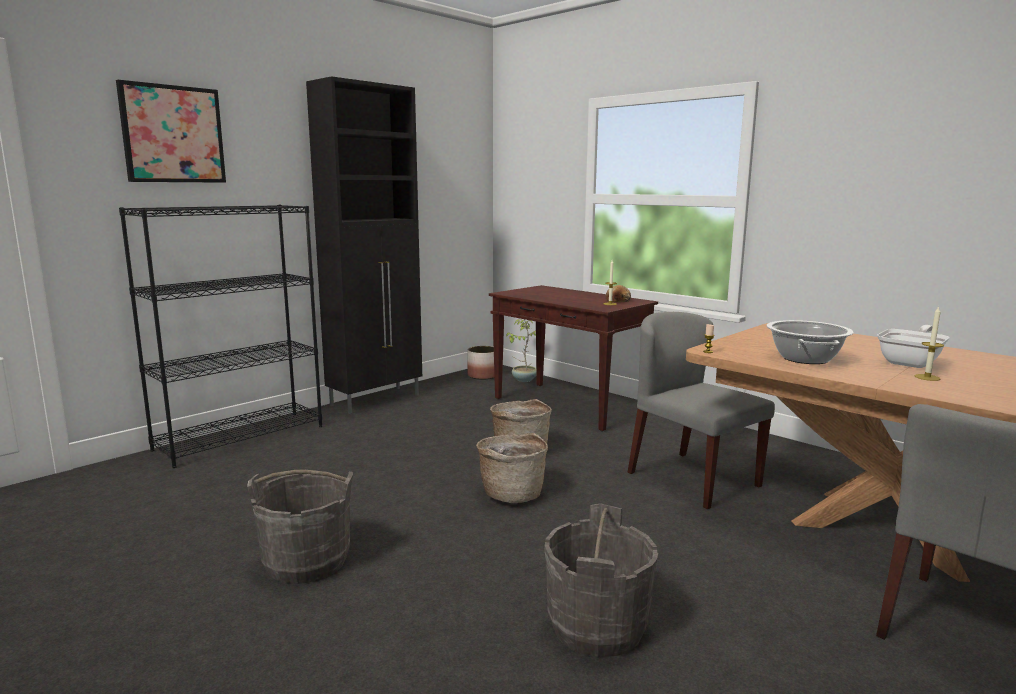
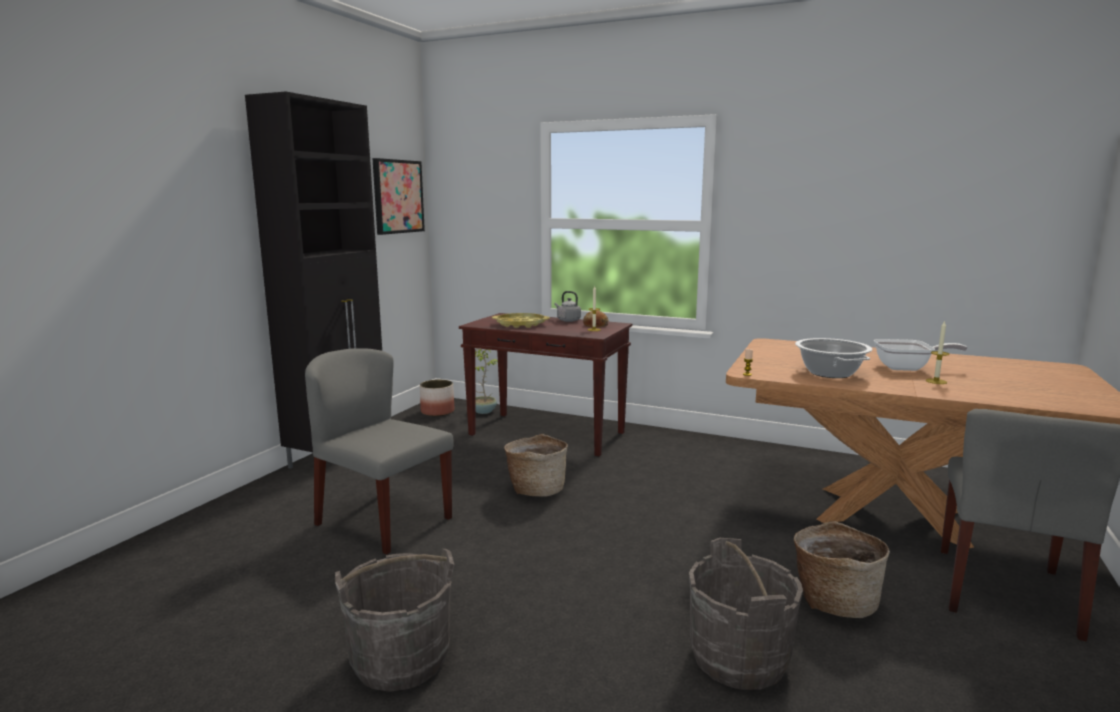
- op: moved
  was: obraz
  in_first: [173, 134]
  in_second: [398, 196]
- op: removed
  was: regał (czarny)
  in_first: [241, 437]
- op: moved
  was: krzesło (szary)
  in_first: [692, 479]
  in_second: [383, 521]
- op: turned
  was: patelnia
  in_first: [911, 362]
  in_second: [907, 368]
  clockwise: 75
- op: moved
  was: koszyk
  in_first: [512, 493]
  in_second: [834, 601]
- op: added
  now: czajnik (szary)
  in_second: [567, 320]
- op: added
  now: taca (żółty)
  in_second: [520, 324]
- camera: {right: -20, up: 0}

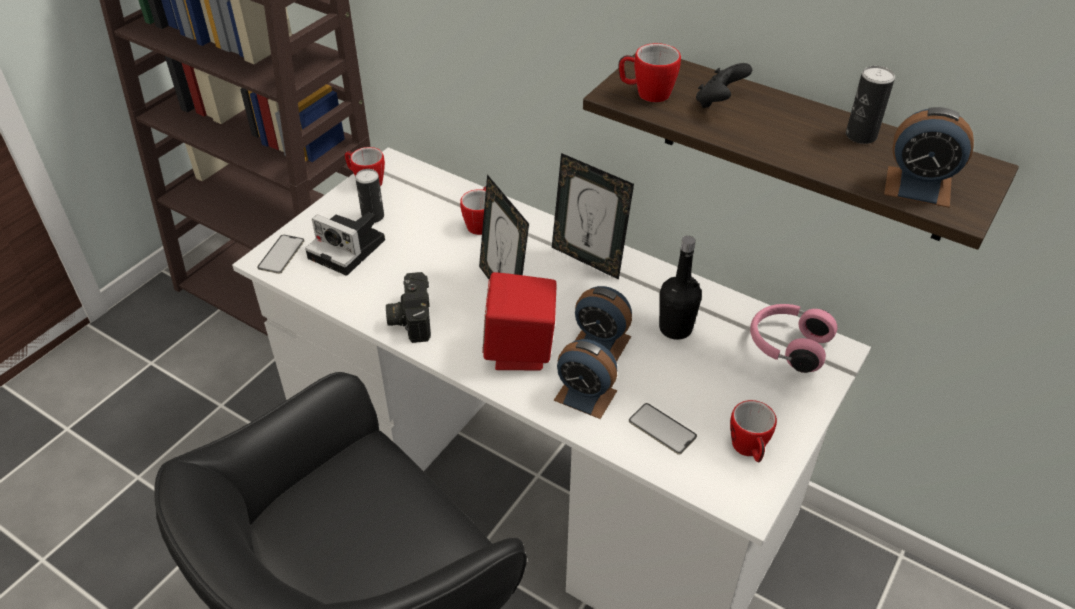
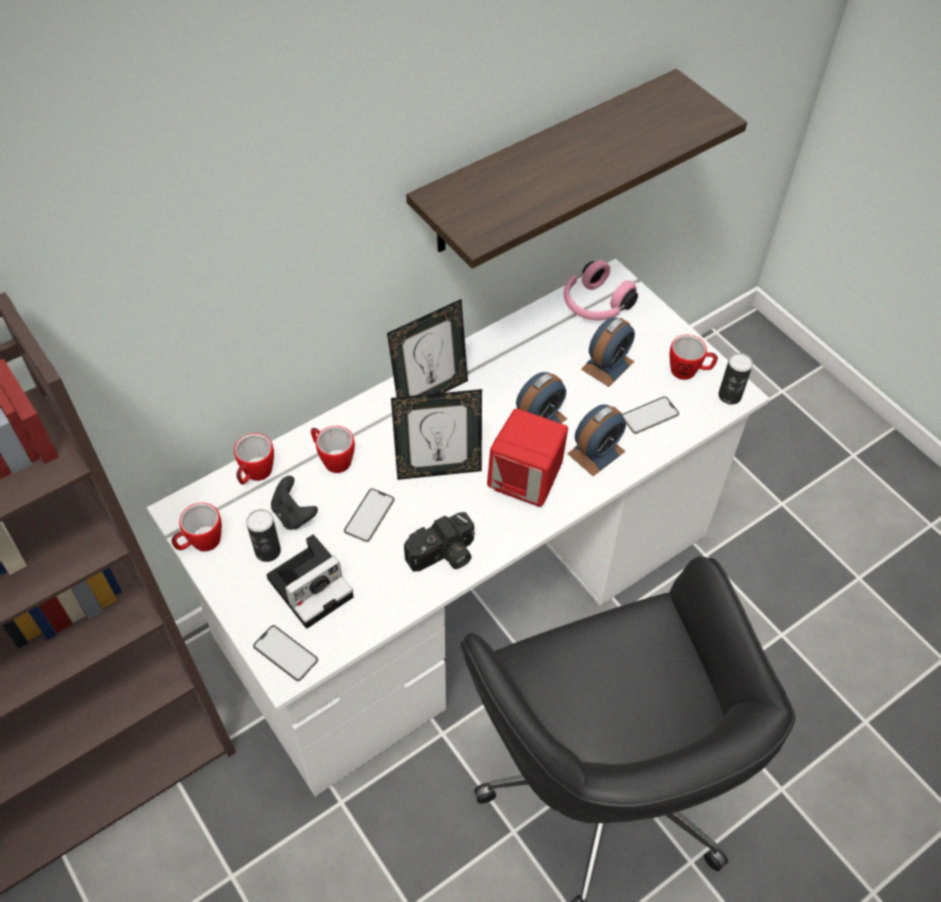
- op: moved
  was: kubek
  in_first: [646, 94]
  in_second: [255, 474]
- op: moved
  was: pad do gier (czarny)
  in_first: [719, 102]
  in_second: [293, 514]
- op: moved
  was: puszka
  in_first: [861, 135]
  in_second: [729, 395]
- op: moved
  was: budzik
  in_first: [918, 186]
  in_second: [607, 365]
- op: removed
  was: butelka (czarny)
  in_first: [675, 328]
- op: turned
  was: aparat fotograficzny
  in_first: [410, 318]
  in_second: [443, 556]
  clockwise: -45
- op: added
  now: telefon
  in_second: [369, 515]
- camera: {right: -70, up: 10}

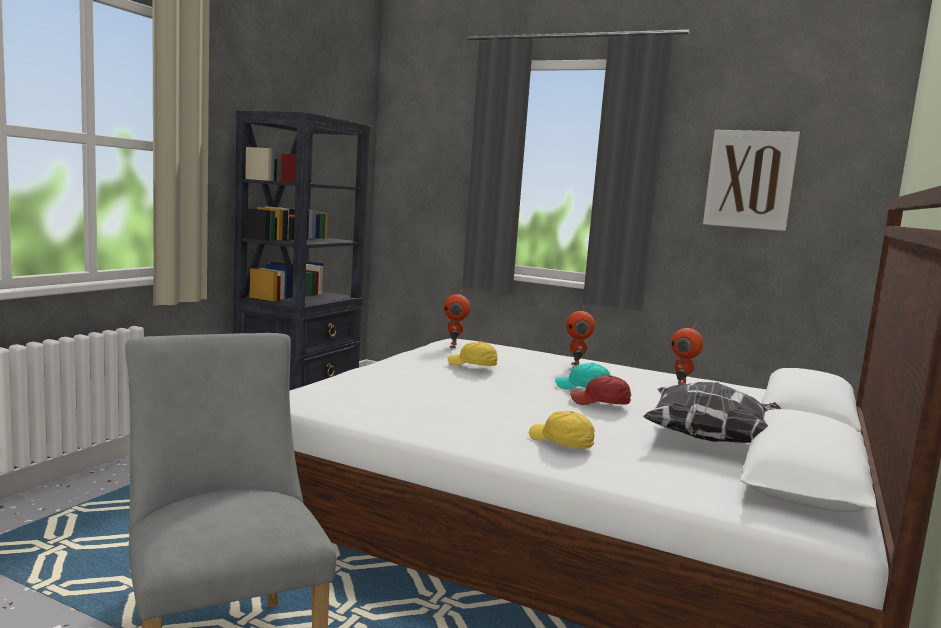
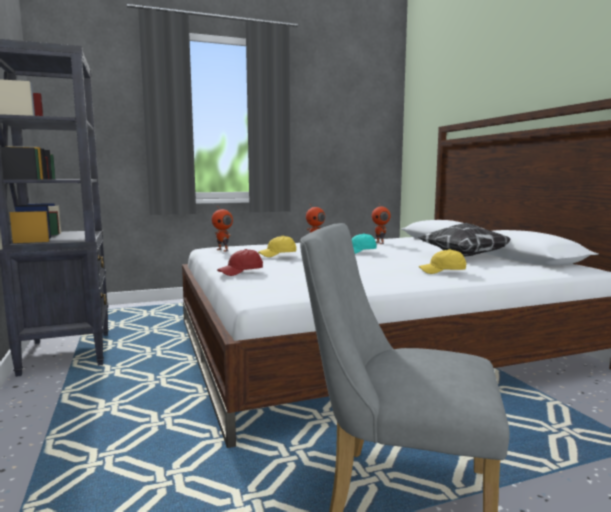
- op: removed
  was: obraz
  in_first: [750, 179]
- op: moved
  was: czapka z daszkiem (czerwony)
  in_first: [600, 403]
  in_second: [241, 272]
- camera: {right: -45, up: 0}

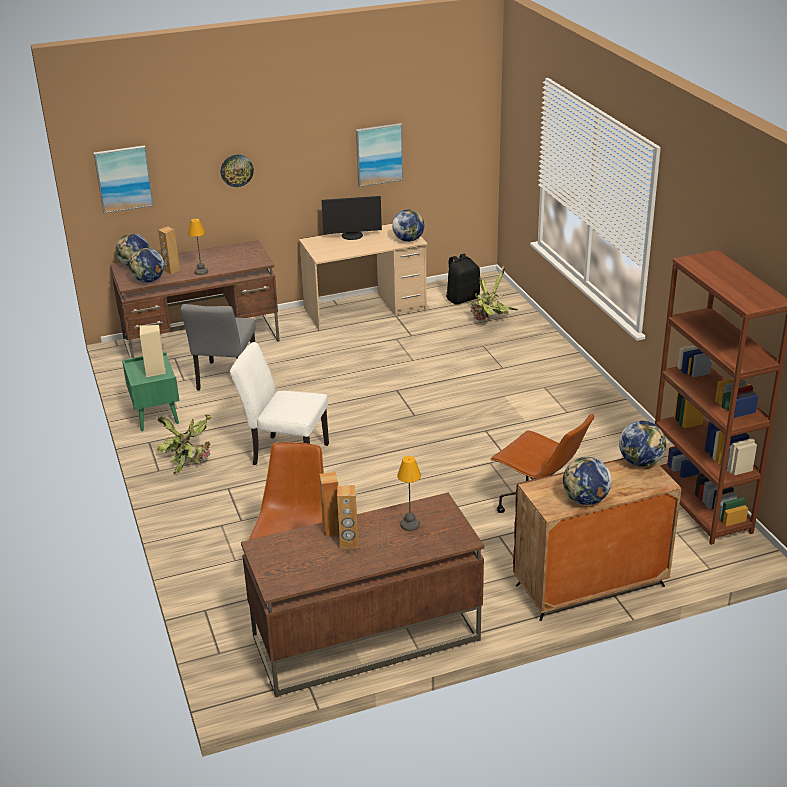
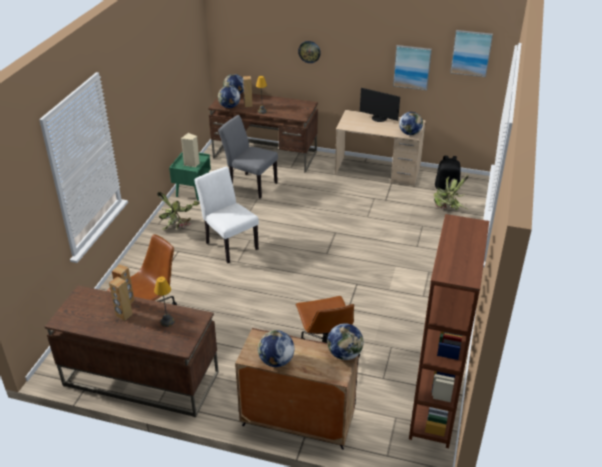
- op: moved
  was: obraz
  in_first: [123, 179]
  in_second: [471, 53]
- op: turned
  was: krzesło (szary)
  in_first: [225, 380]
  in_second: [250, 184]
  clockwise: 75
- camera: {right: 35, up: 5}

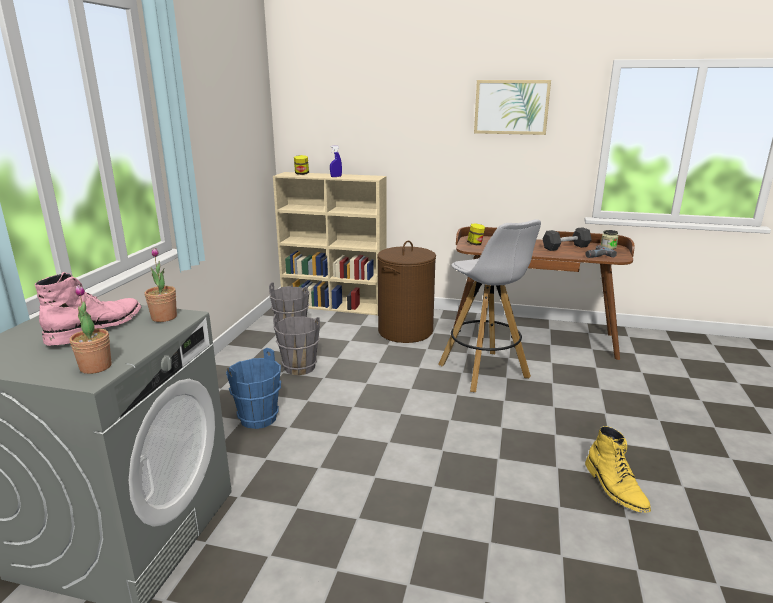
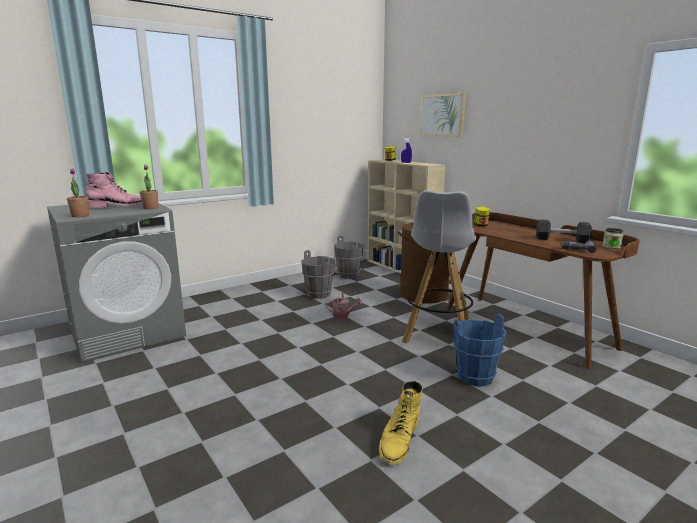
- op: moved
  was: obraz
  in_first: [511, 107]
  in_second: [442, 115]
- op: moved
  was: wiadro (niebieski)
  in_first: [259, 418]
  in_second: [475, 377]
- op: added
  now: konewka
  in_second: [343, 315]
- camera: {right: 40, up: -5}

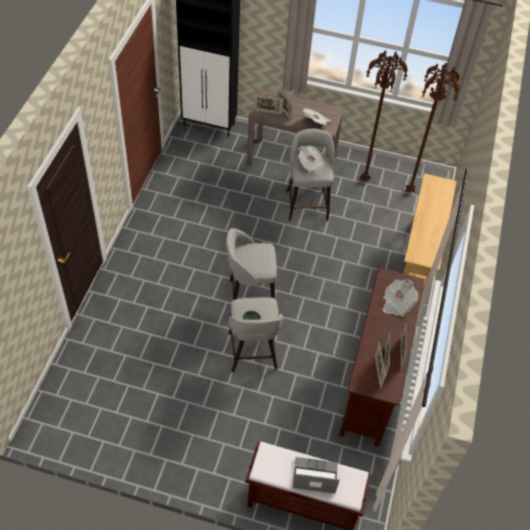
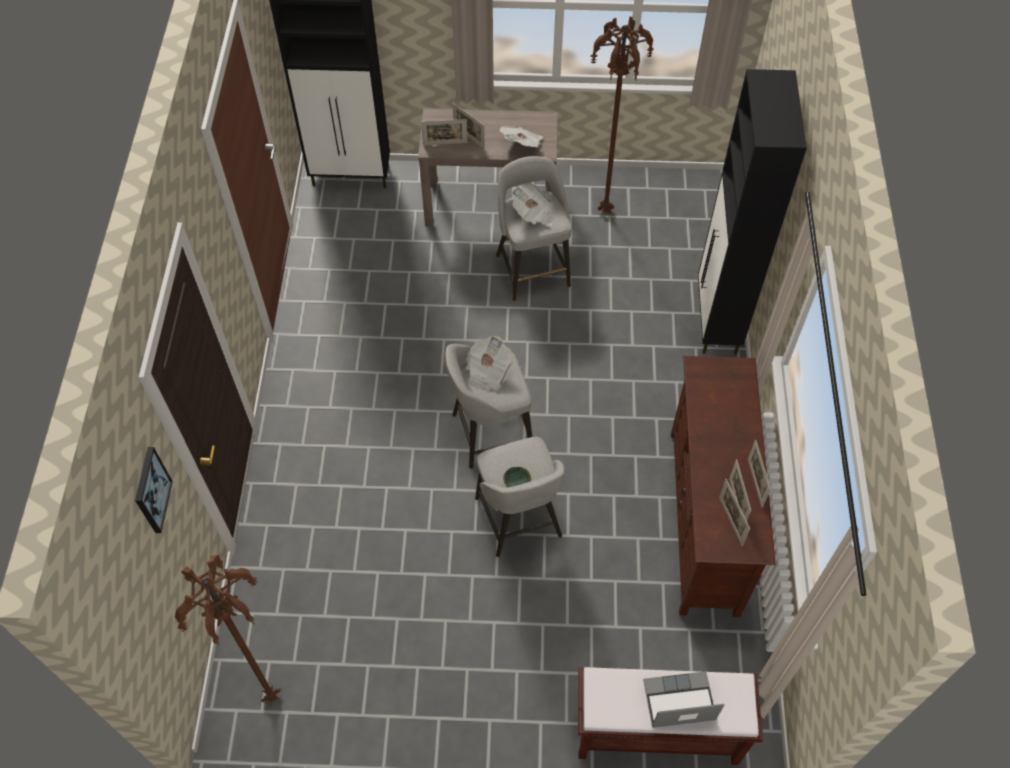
- op: moved
  was: lampa stojąca (brązowy)
  in_first: [410, 191]
  in_second: [274, 696]
- op: replaced
  was: stolik konsolowy (beżowy)
  now: szafka (czarny)
  in_first: [417, 262]
  in_second: [717, 321]
- op: moved
  was: gazeta
  in_first: [397, 303]
  in_second: [487, 372]
- op: added
  now: obraz
  in_second: [151, 490]
- camera: {right: -10, up: 5}

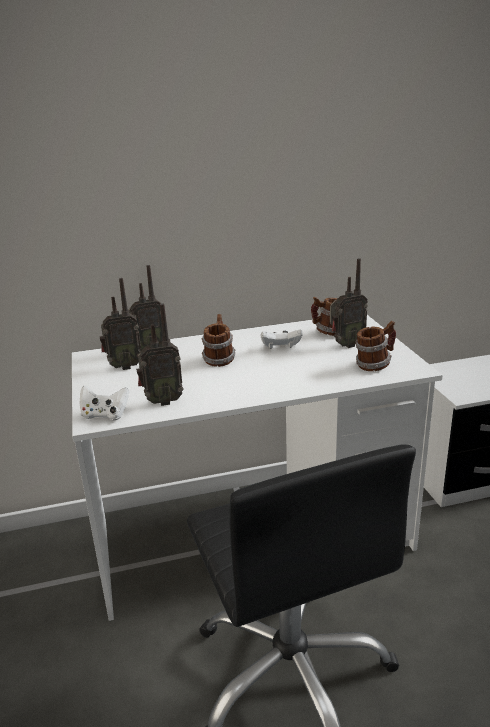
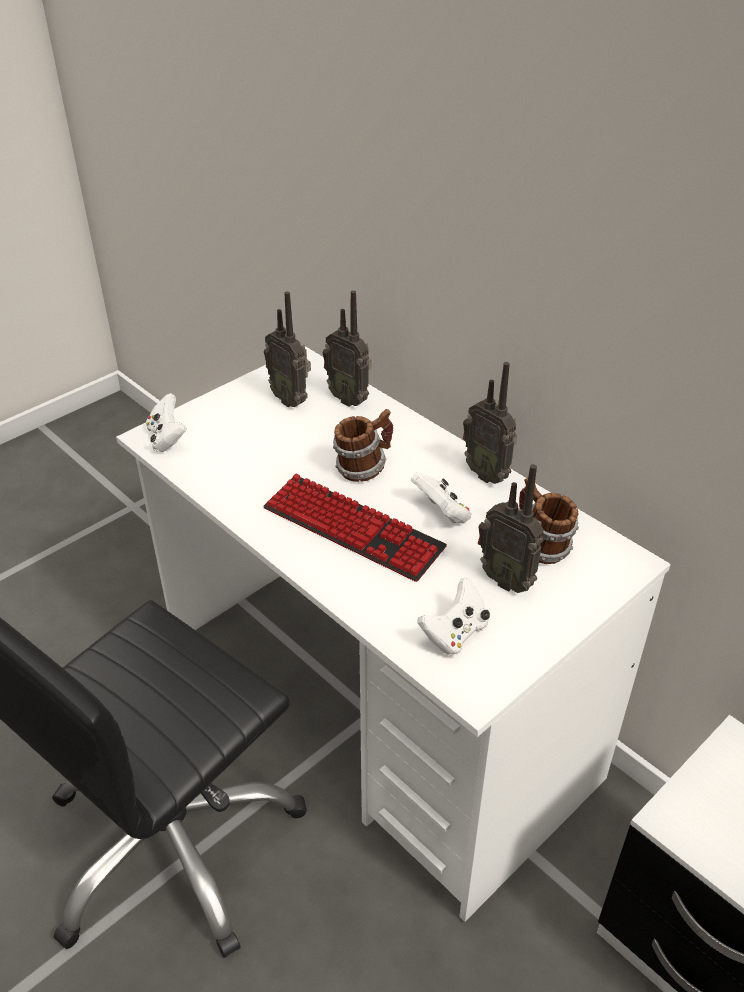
- op: moved
  was: radio
  in_first: [162, 401]
  in_second: [488, 474]
- op: replaced
  was: kubek
  now: pad do gier (biały)
  in_first: [374, 365]
  in_second: [455, 634]
- op: added
  now: klawiatura
  in_second: [352, 529]
- camera: {right: 60, up: 15}

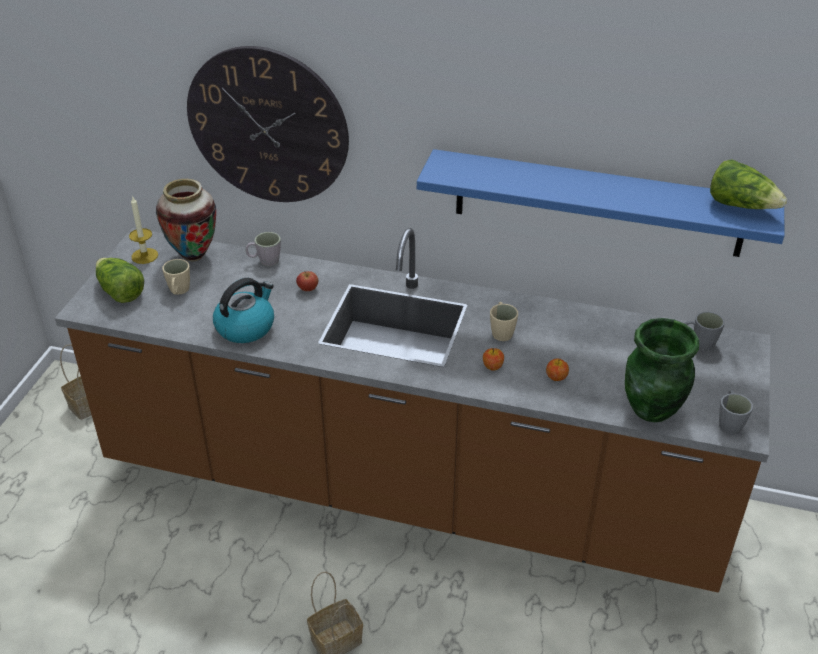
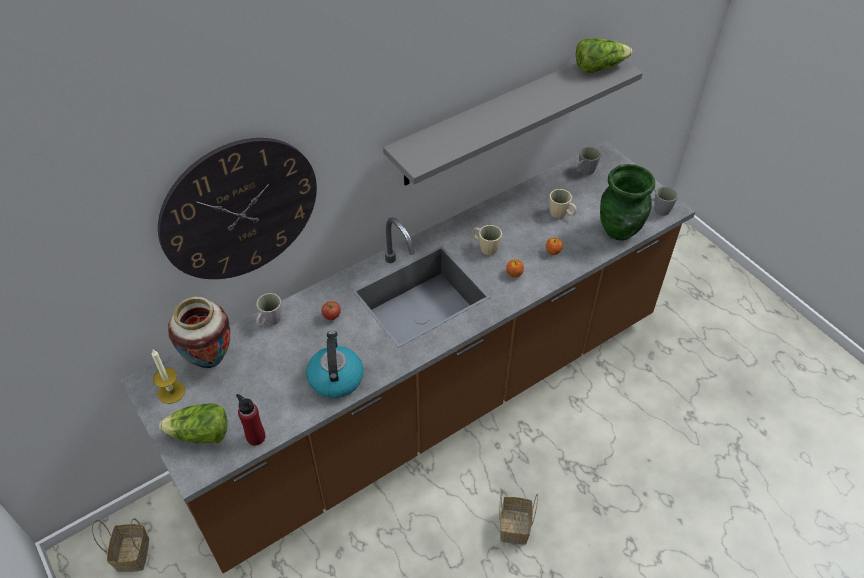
- op: recoloured
  was: półka (niebieski)
  now: półka (szary)
  in_first: [598, 203]
  in_second: [500, 118]
- op: moved
  was: kubek (beżowy)
  in_first: [179, 291]
  in_second: [561, 214]
- op: added
  now: butelka (czerwony)
  in_second: [256, 437]
- camera: {right: -50, up: 10}

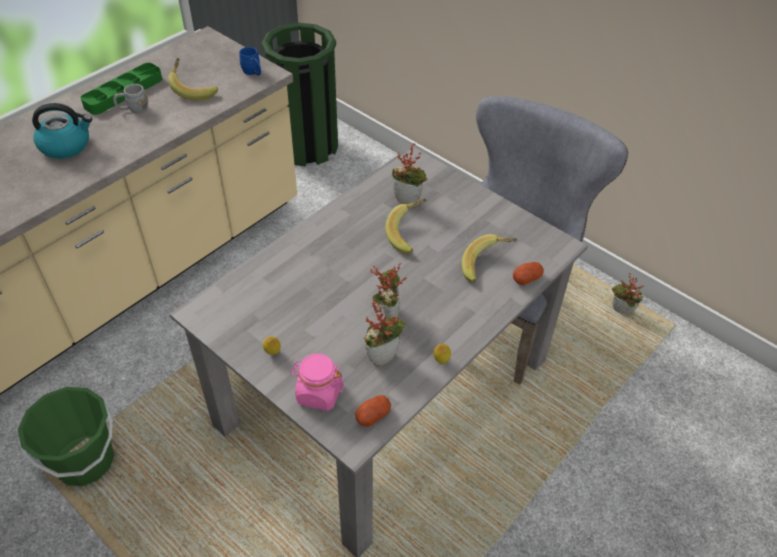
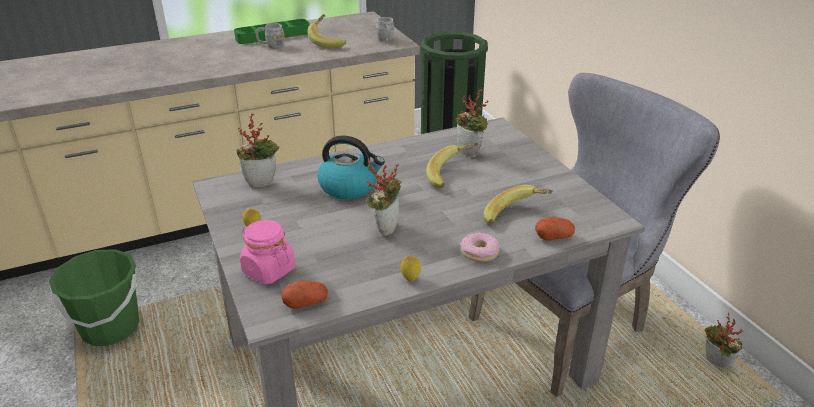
- op: recoloured
  was: kubek (niebieski)
  now: kubek (szary)
  in_first: [253, 73]
  in_second: [386, 40]
- op: moved
  was: czajnik
  in_first: [66, 145]
  in_second: [349, 187]
- op: moved
  was: roślina doniczkowa
  in_first: [383, 355]
  in_second: [262, 182]
- op: added
  now: donut
  in_second: [479, 252]
- camera: {right: 25, up: -15}

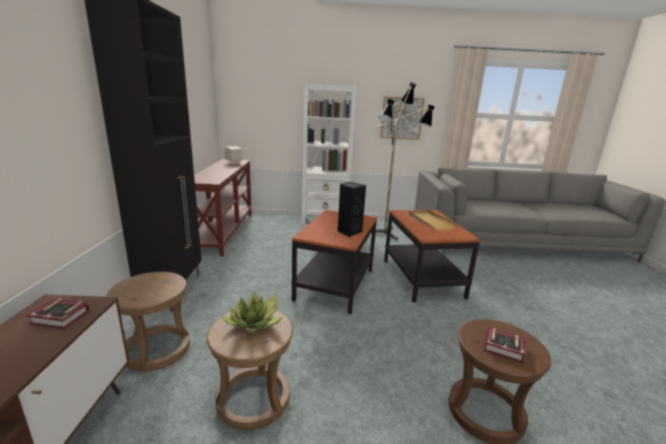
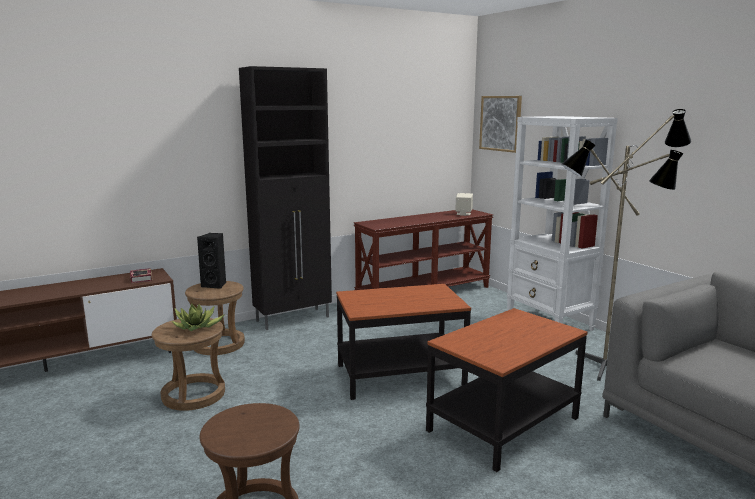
- op: moved
  was: obraz
  in_first: [401, 118]
  in_second: [500, 123]
- op: moved
  was: głośnik (czarny)
  in_first: [349, 232]
  in_second: [215, 285]
- op: removed
  was: taca (beżowy)
  in_first: [430, 221]
- op: removed
  was: książka
  in_first: [505, 349]
- camera: {right: 60, up: -5}

